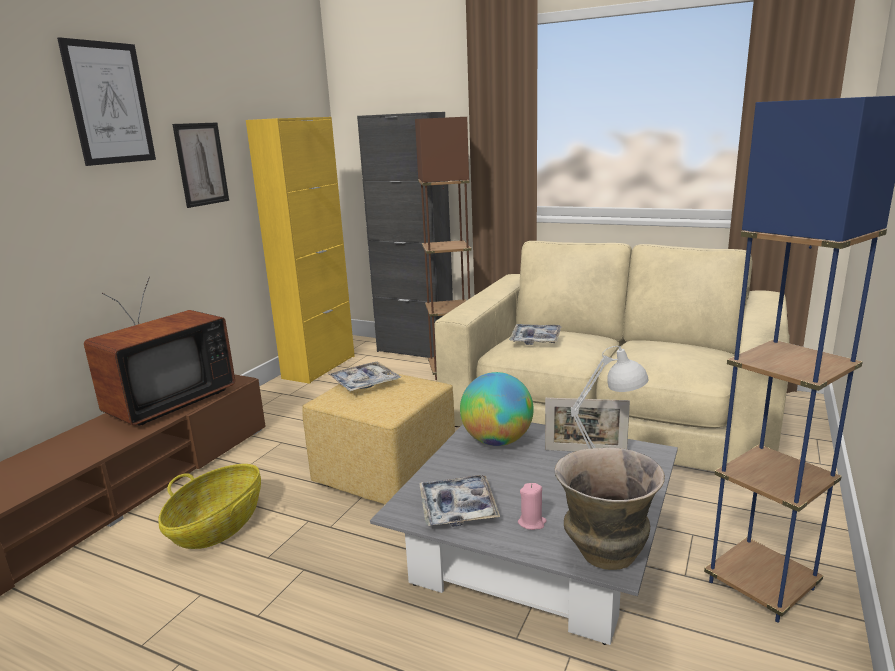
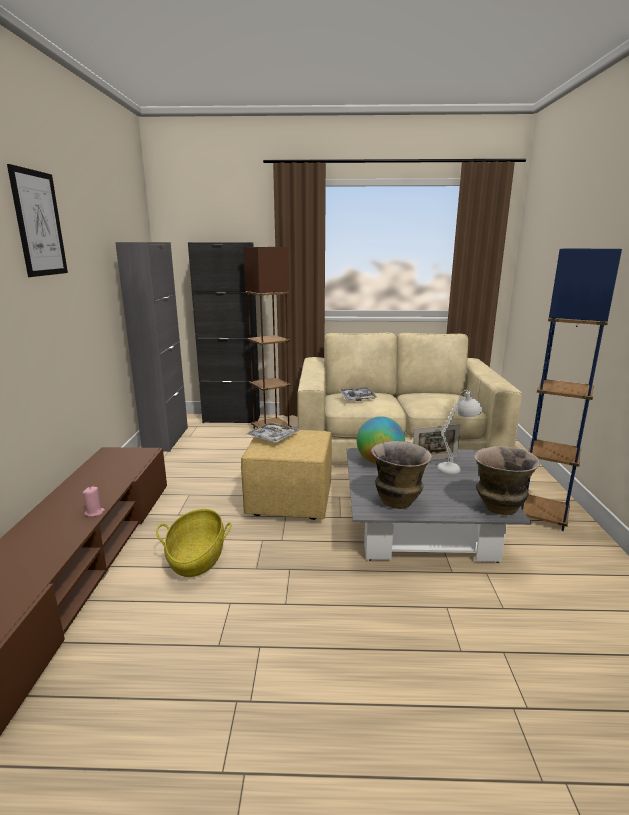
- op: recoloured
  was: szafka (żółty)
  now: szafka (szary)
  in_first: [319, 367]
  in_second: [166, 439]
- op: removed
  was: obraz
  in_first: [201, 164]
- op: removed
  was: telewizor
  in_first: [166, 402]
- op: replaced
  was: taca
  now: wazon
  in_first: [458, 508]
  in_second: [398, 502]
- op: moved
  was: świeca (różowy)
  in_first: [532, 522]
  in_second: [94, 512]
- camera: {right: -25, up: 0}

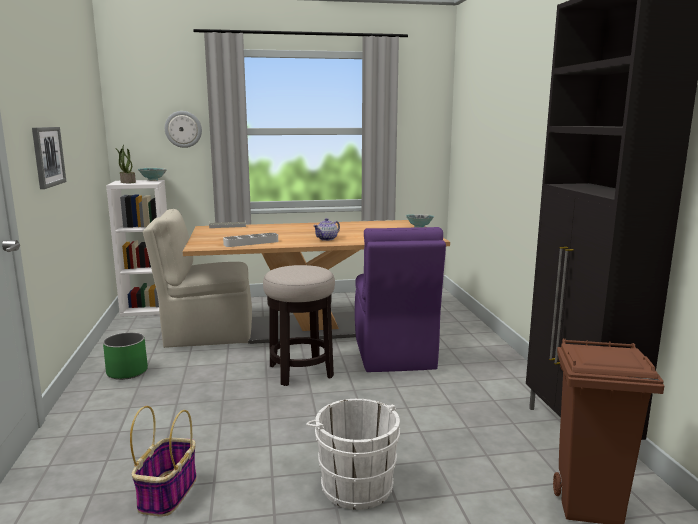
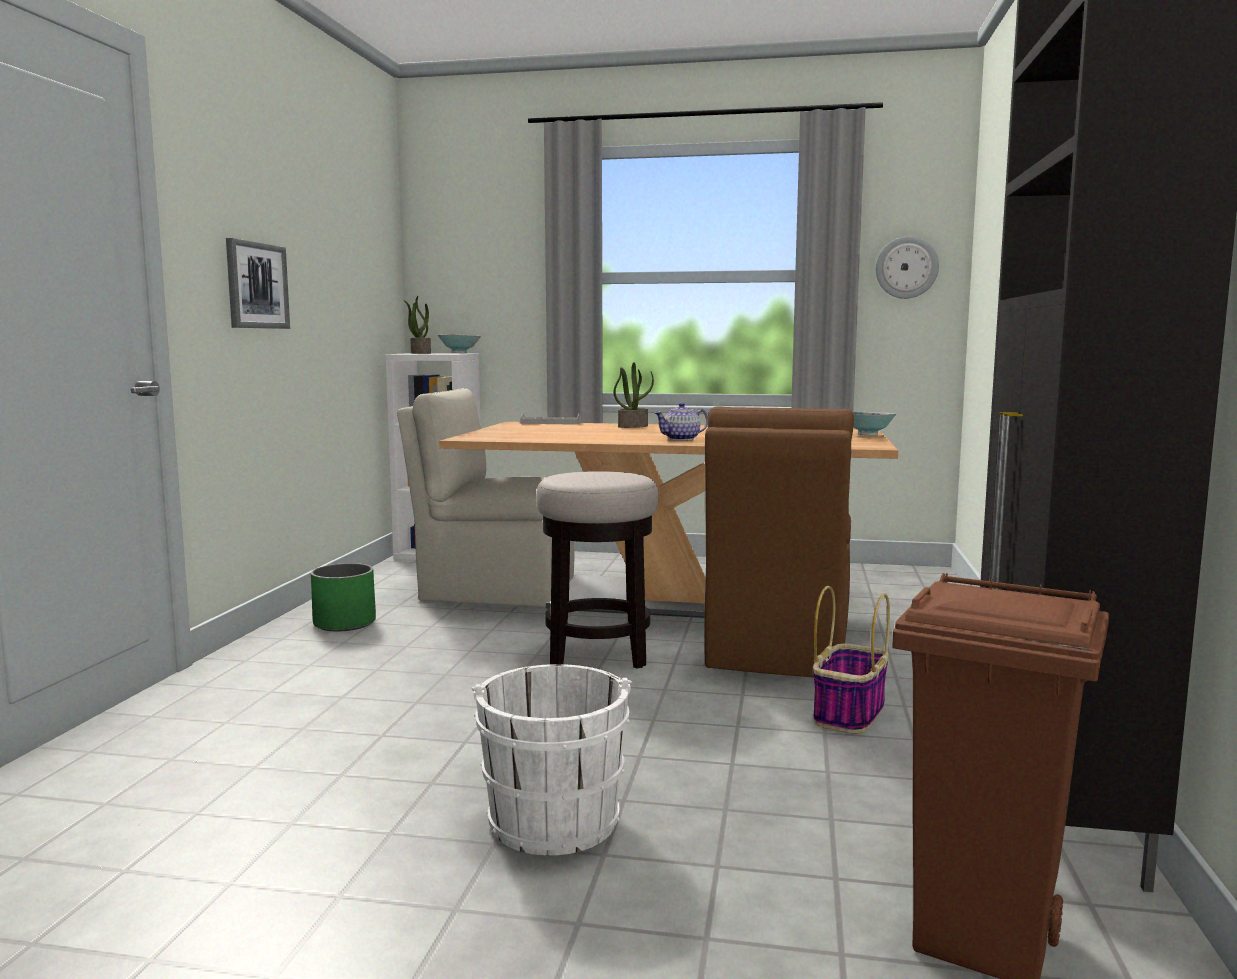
- op: moved
  was: zegar ścienny
  in_first: [183, 129]
  in_second: [906, 267]
- op: recoloured
  was: krzesło (fioletowy)
  now: krzesło (brązowy)
  in_first: [394, 354]
  in_second: [777, 649]
- op: removed
  was: taca (szary)
  in_first: [251, 243]
- op: moved
  was: koszyk
  in_first: [168, 492]
  in_second: [849, 713]
- op: added
  now: roślina doniczkowa
  in_second: [633, 426]
- camera: {right: 20, up: -5}

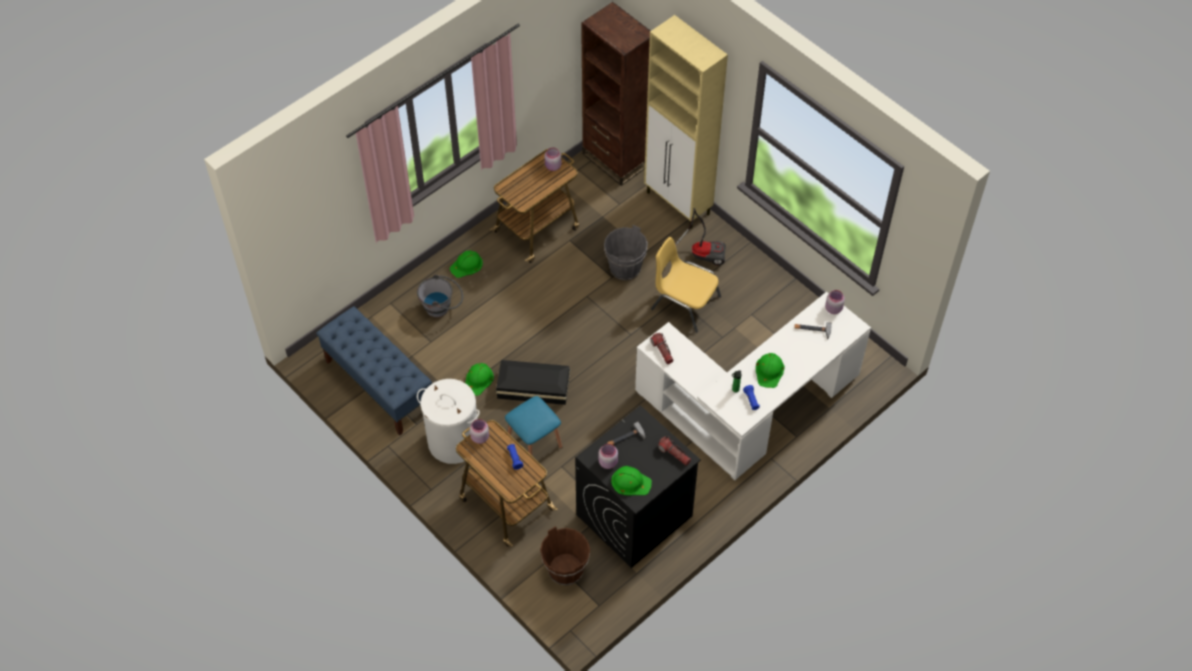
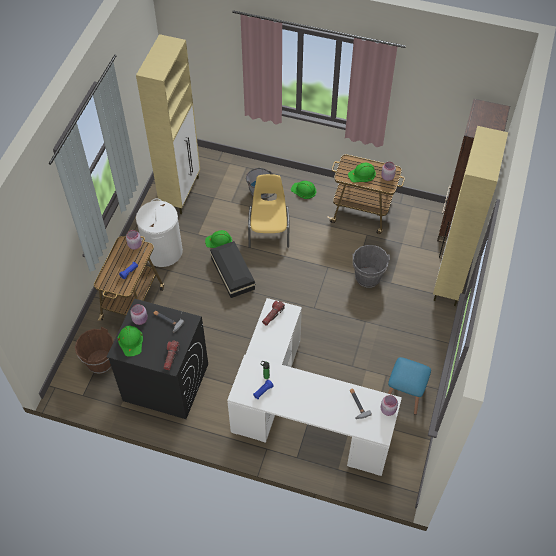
- op: removed
  was: odkurzacz
  in_first: [699, 254]
- op: moved
  was: krzesło (żółty)
  in_first: [684, 303]
  in_second: [269, 230]
- op: replaced
  was: ławka (niebieski)
  now: szafka (beżowy)
  in_first: [379, 385]
  in_second: [181, 192]
- op: moved
  was: kask (zielony)
  in_first: [769, 371]
  in_second: [362, 174]
- op: moved
  was: stołek (niebieski)
  in_first: [534, 444]
  in_second: [405, 394]
- camera: {right: 60, up: 0}

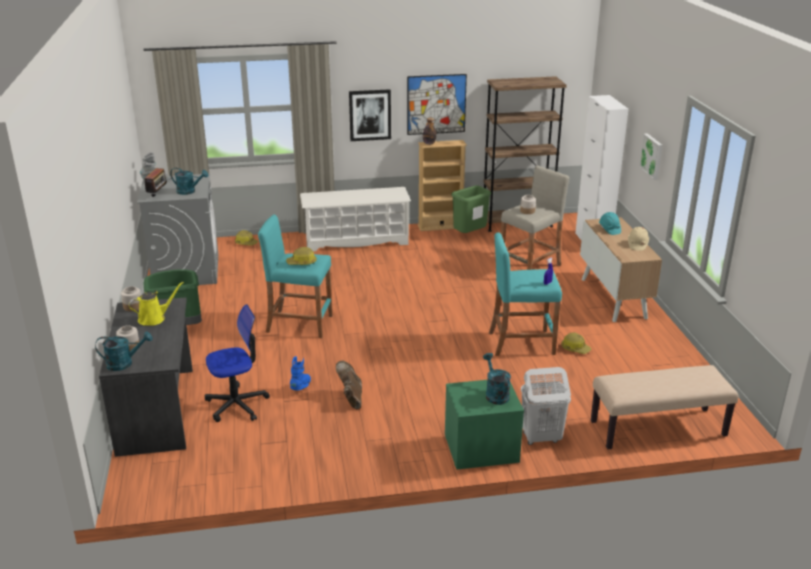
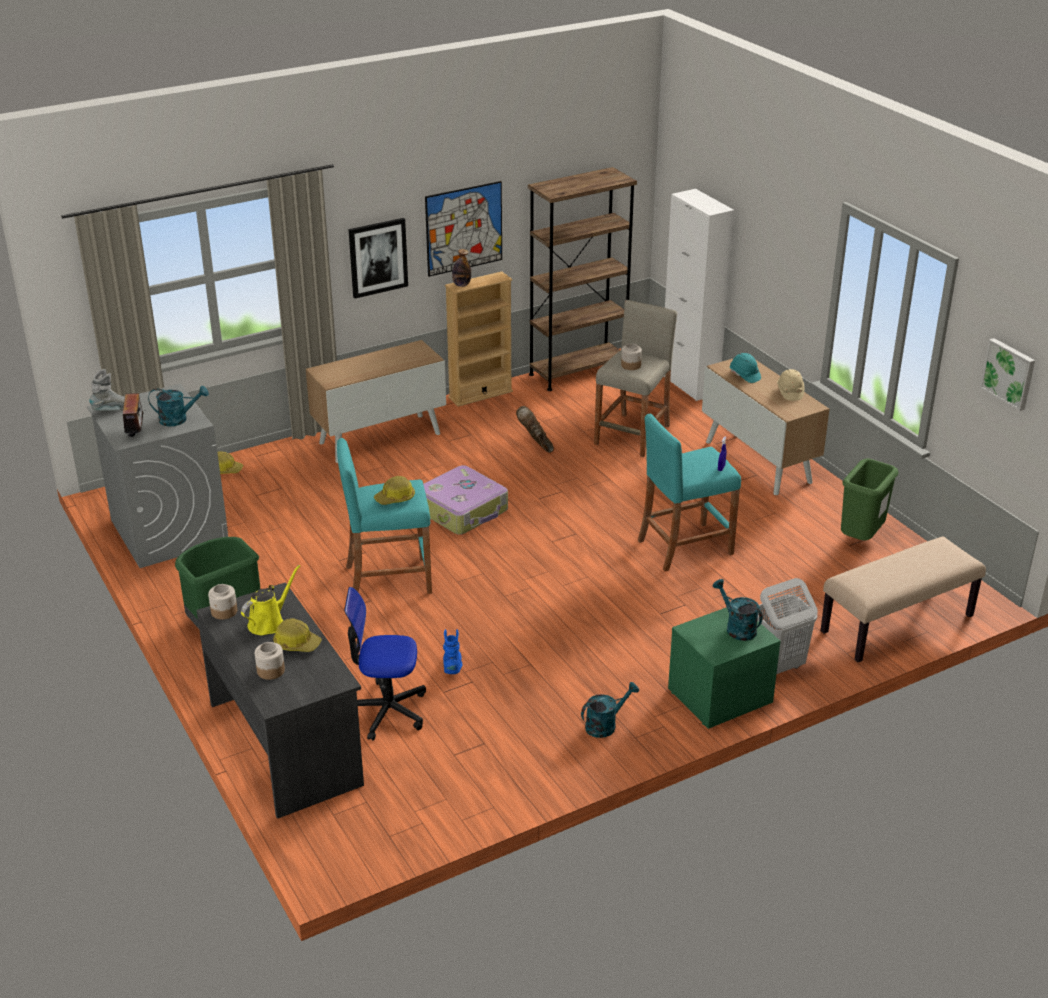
- op: moved
  was: obraz
  in_first: [652, 156]
  in_second: [1009, 373]
- op: moved
  was: kosz na śmieci (zielony)
  in_first: [469, 235]
  in_second: [860, 539]
- op: replaced
  was: regał na buty (biały)
  now: szafka
  in_first: [356, 241]
  in_second: [380, 437]
- op: turned
  was: krzesło biurowe
  in_first: [237, 404]
  in_second: [386, 710]
  clockwise: -135
- op: moved
  was: konewka (turkusowy)
  in_first: [124, 363]
  in_second: [605, 725]
- op: moved
  was: kask
  in_first: [575, 348]
  in_second: [296, 643]
- op: moved
  was: but z cholewką (brązowy)
  in_first: [351, 398]
  in_second: [536, 444]
- op: added
  now: walizka
  in_second: [463, 510]
- camera: {right: -20, up: 5}

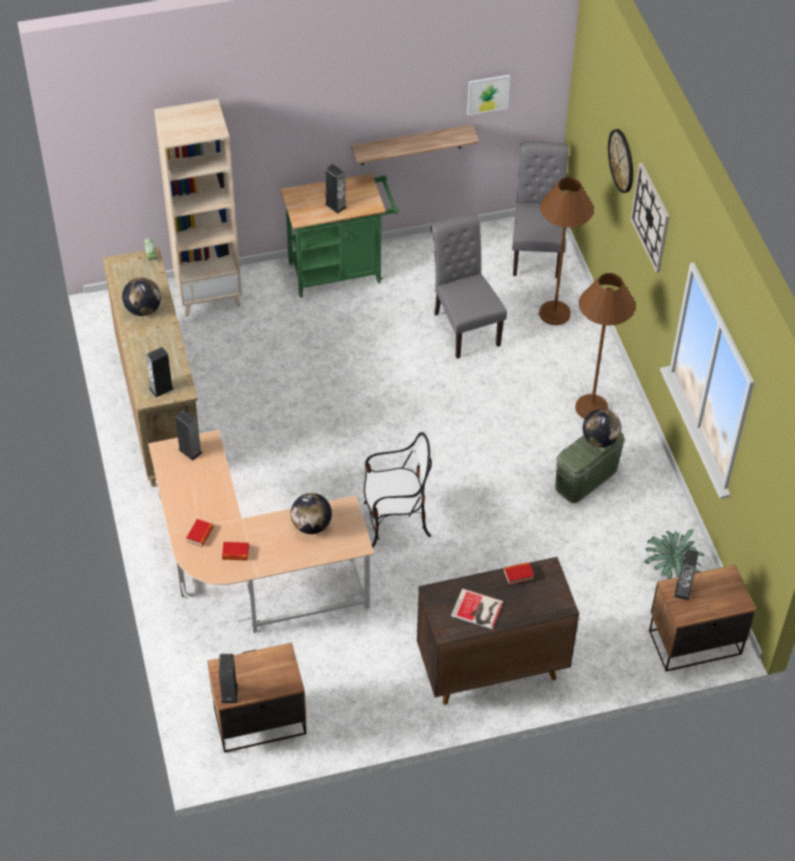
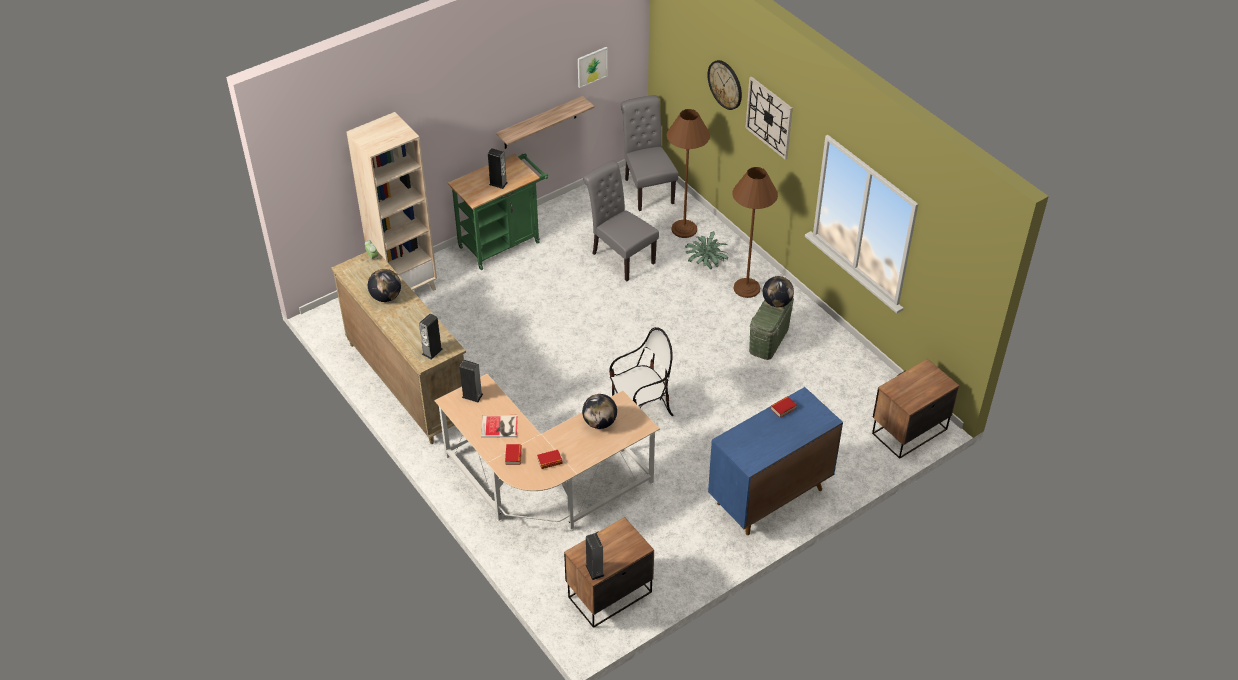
- op: moved
  was: roślina doniczkowa
  in_first: [671, 568]
  in_second: [706, 263]
- op: removed
  was: głośnik
  in_first: [683, 589]
- op: recoloured
  was: szafka (brązowy)
  now: szafka (niebieski)
  in_first: [490, 667]
  in_second: [769, 497]
- op: moved
  was: książka
  in_first: [478, 610]
  in_second: [500, 427]
- camera: {right: -20, up: -5}

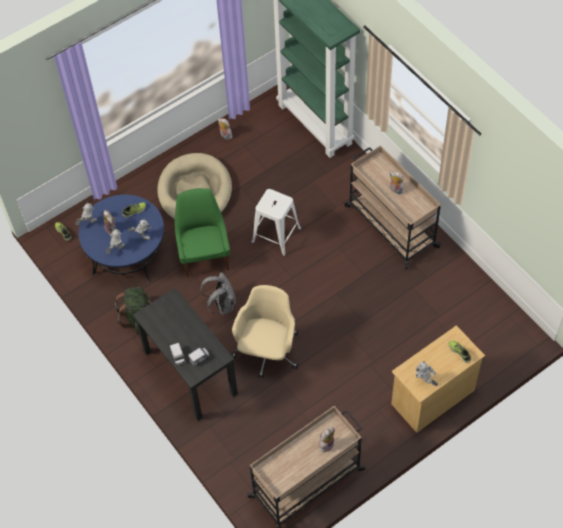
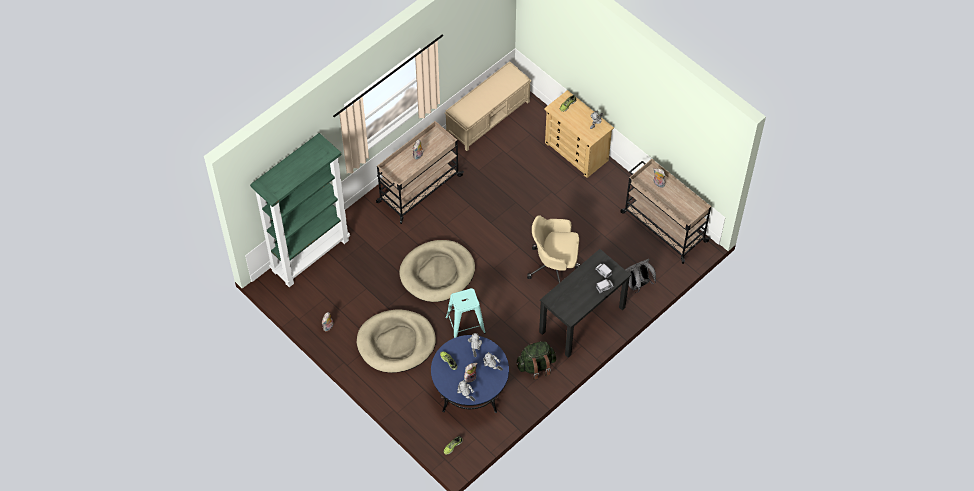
- op: replaced
  was: krzesło (zielony)
  now: stołek (turkusowy)
  in_first: [204, 256]
  in_second: [465, 325]
- op: replaced
  was: stołek (biały)
  now: legowisko (beżowy)
  in_first: [276, 235]
  in_second: [437, 273]
- op: moved
  was: plecak (szary)
  in_first: [222, 305]
  in_second: [637, 285]
- op: added
  now: ławka (beżowy)
  in_second: [488, 117]
- camera: {right: -100, up: 0}

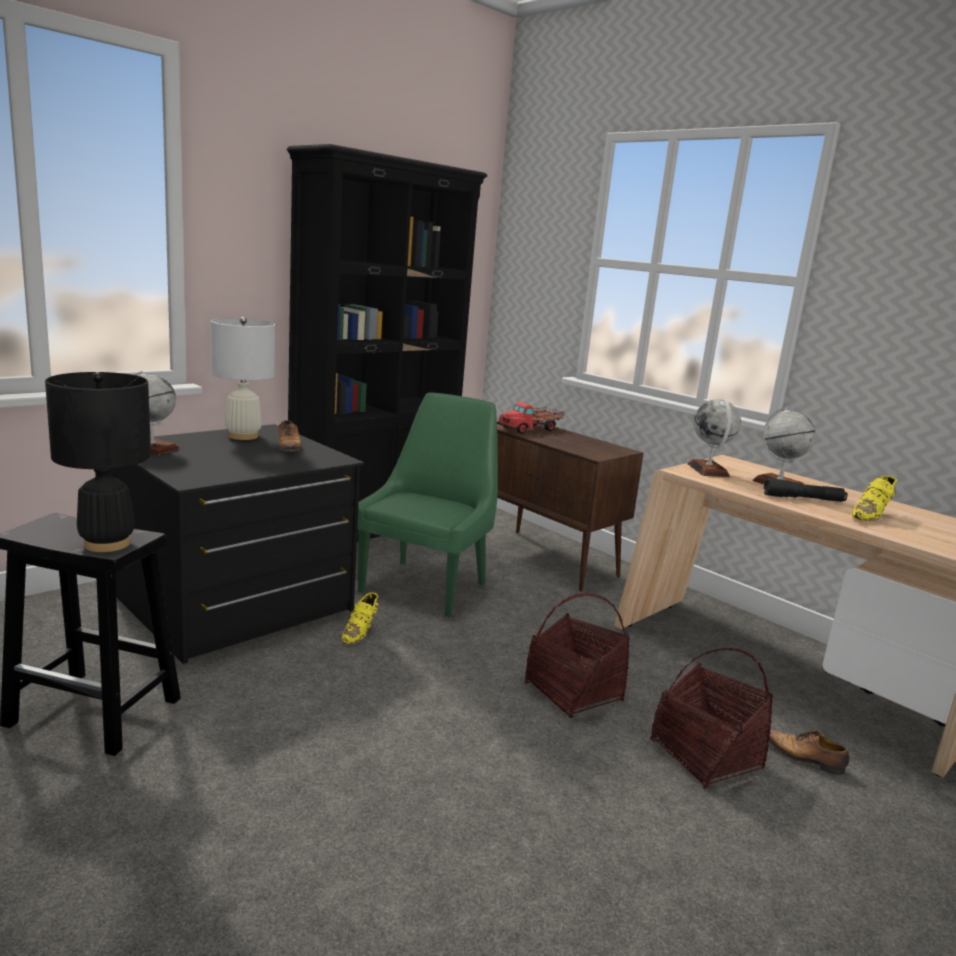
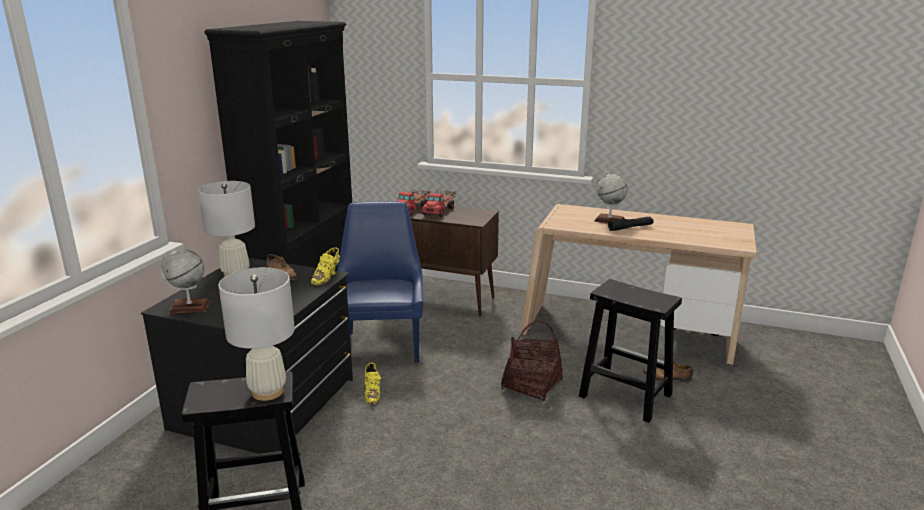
- op: recoloured
  was: lampa stołowa (czarny)
  now: lampa stołowa (biały)
  in_first: [107, 544]
  in_second: [268, 392]
- op: recoloured
  was: krzesło (zielony)
  now: krzesło (niebieski)
  in_first: [426, 586]
  in_second: [382, 345]
- op: removed
  was: globus
  in_first: [708, 470]
- op: moved
  was: but (żółty)
  in_first: [871, 515]
  in_second: [327, 277]
- op: replaced
  was: koszyk
  now: stołek (czarny)
  in_first: [705, 755]
  in_second: [623, 395]
- op: added
  now: ciężarówka zabawkowa
  in_second: [439, 210]
- camera: {right: -25, up: 5}

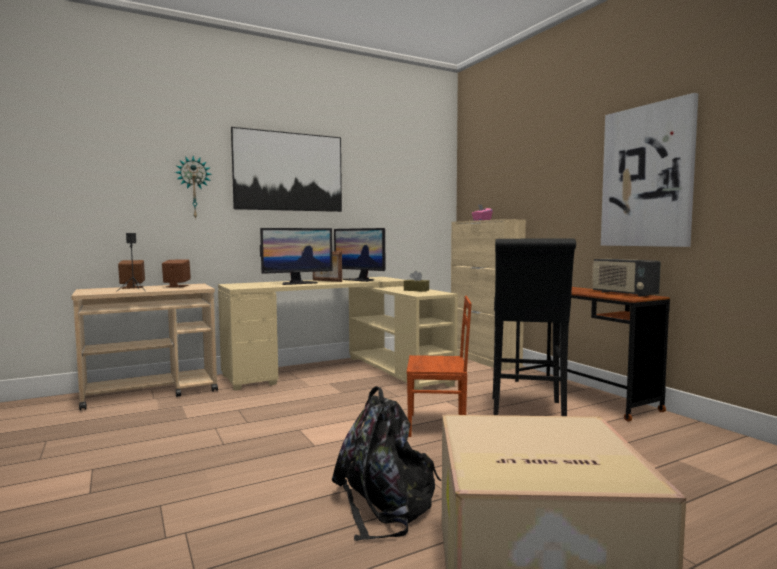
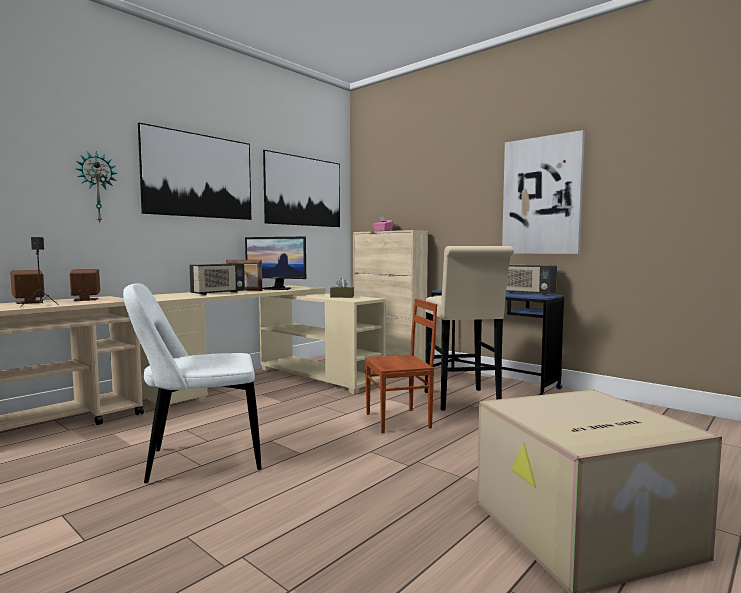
- op: replaced
  was: monitor
  now: radio
  in_first: [297, 283]
  in_second: [218, 293]
- op: recoloured
  was: stołek (czarny)
  now: stołek (beżowy)
  in_first: [527, 413]
  in_second: [463, 401]
- op: recoloured
  was: biurko (brązowy)
  now: biurko (niebieski)
  in_first: [582, 395]
  in_second: [492, 382]
- op: removed
  was: plecak (czarny)
  in_first: [385, 504]
- op: added
  now: obraz
  in_second: [304, 191]
- op: added
  now: krzesło (biały)
  in_second: [199, 460]
- camera: {right: -20, up: 0}

